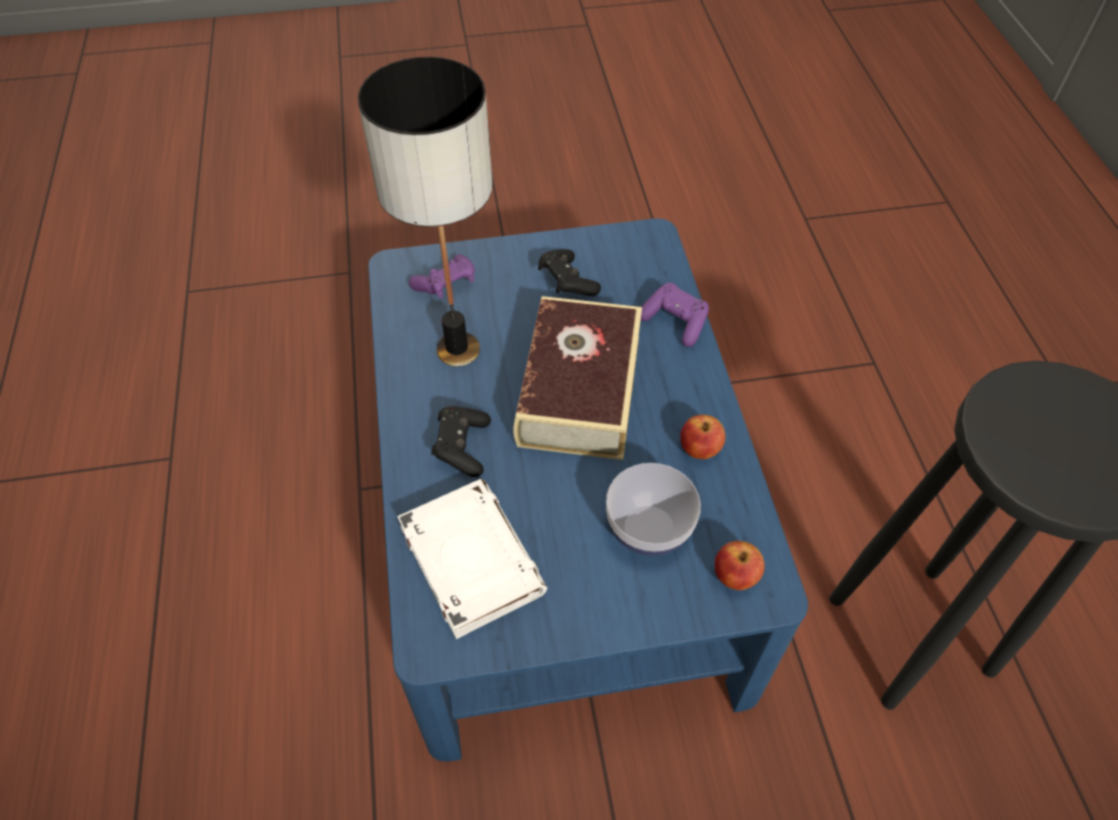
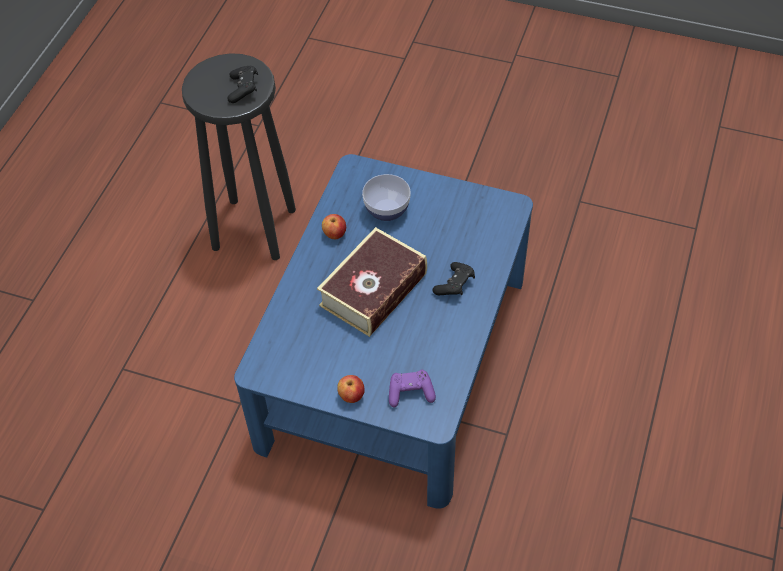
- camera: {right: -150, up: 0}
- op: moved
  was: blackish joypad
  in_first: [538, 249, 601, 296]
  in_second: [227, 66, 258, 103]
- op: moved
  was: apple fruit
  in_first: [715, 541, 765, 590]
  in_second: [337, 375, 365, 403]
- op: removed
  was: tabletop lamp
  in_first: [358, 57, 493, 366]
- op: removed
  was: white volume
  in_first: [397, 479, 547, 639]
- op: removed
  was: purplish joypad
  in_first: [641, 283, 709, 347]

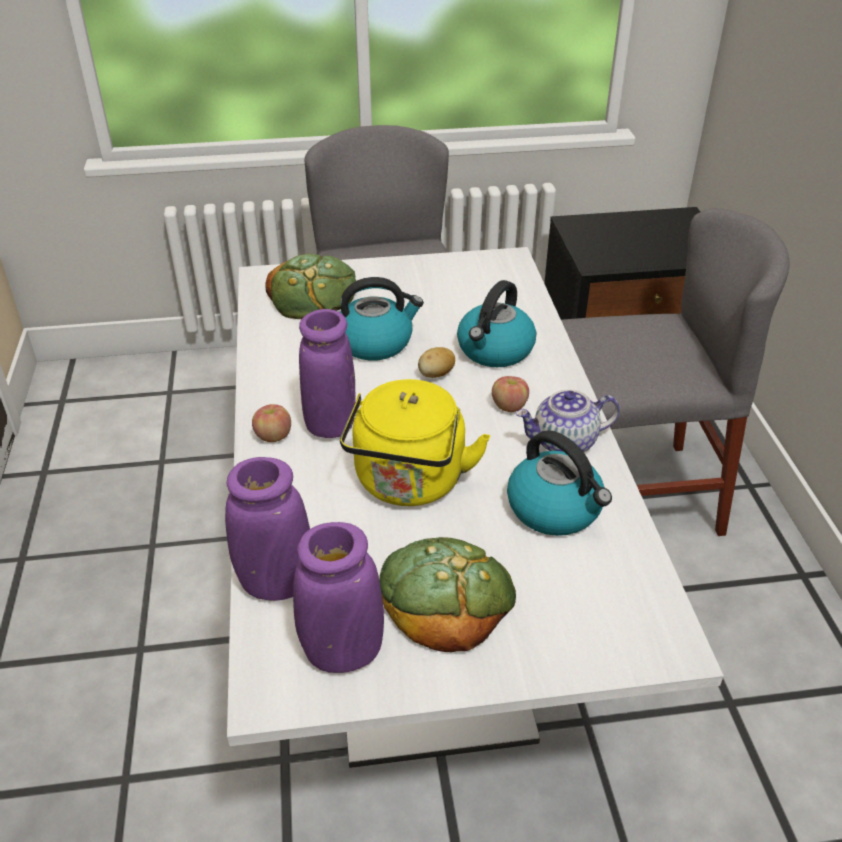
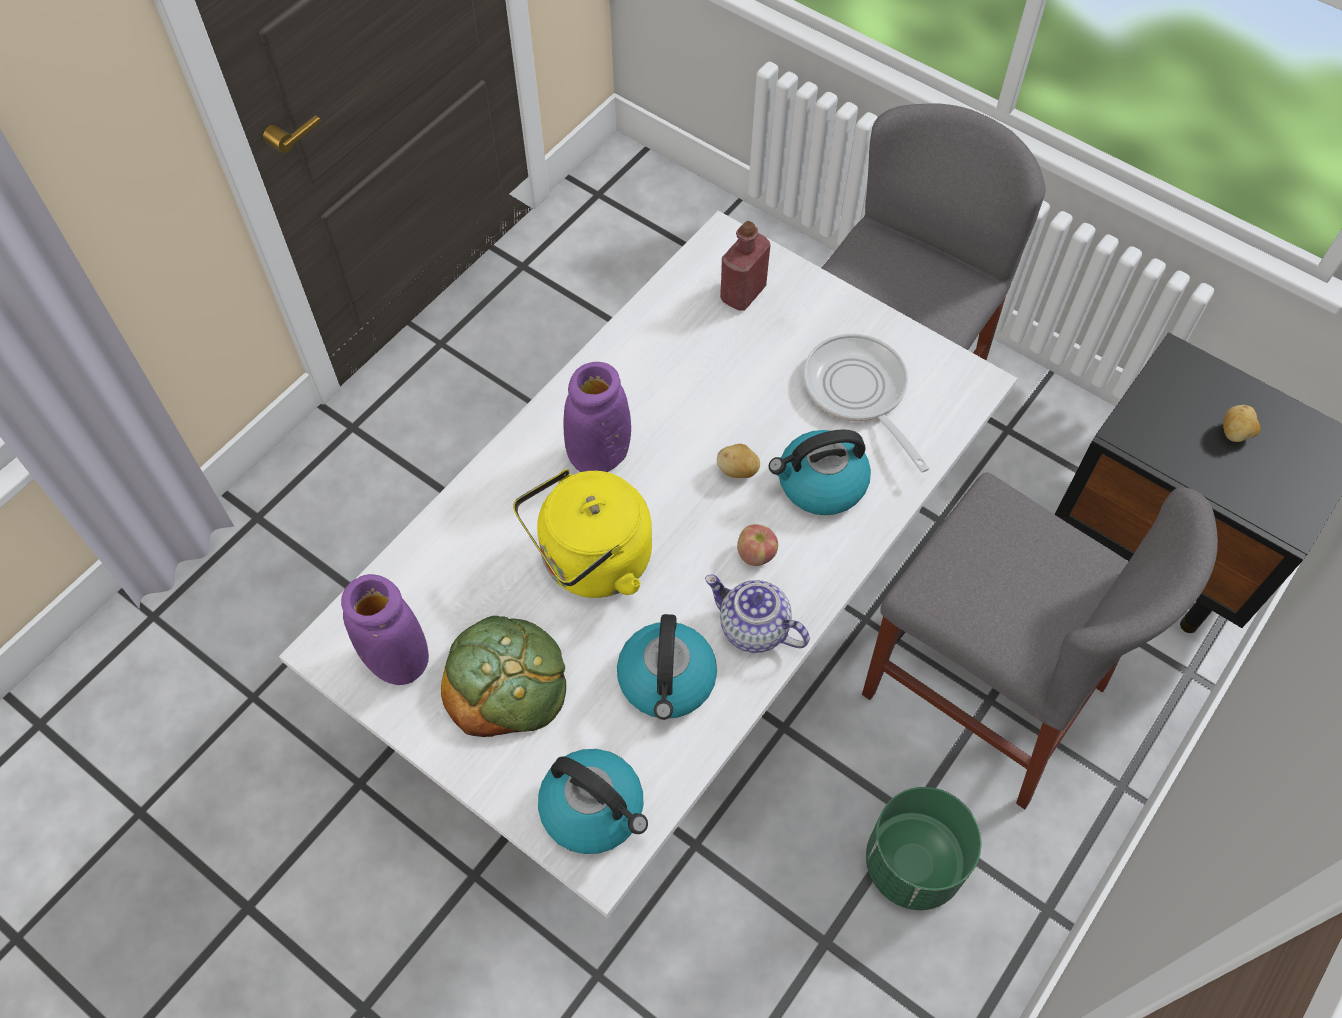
- camera: {right: 45, up: 20}
- op: moved
  was: kettle
  in_first: [340, 277, 424, 361]
  in_second: [538, 749, 648, 854]
- op: replaced
  was: bread
  now: reddish drink bottle
  in_first: [265, 254, 356, 319]
  in_second: [720, 221, 771, 310]
- op: added
  now: frying pan
  in_second: [803, 334, 929, 472]
- op: added
  now: green-coloured planter
  in_second: [866, 787, 981, 910]
- op: added
  now: potato
  in_second: [1223, 405, 1260, 442]
- op: removed
  was: purplish decorative vase
  in_first: [225, 457, 310, 601]
- op: removed
  was: apple fruit
  in_first: [252, 404, 291, 442]

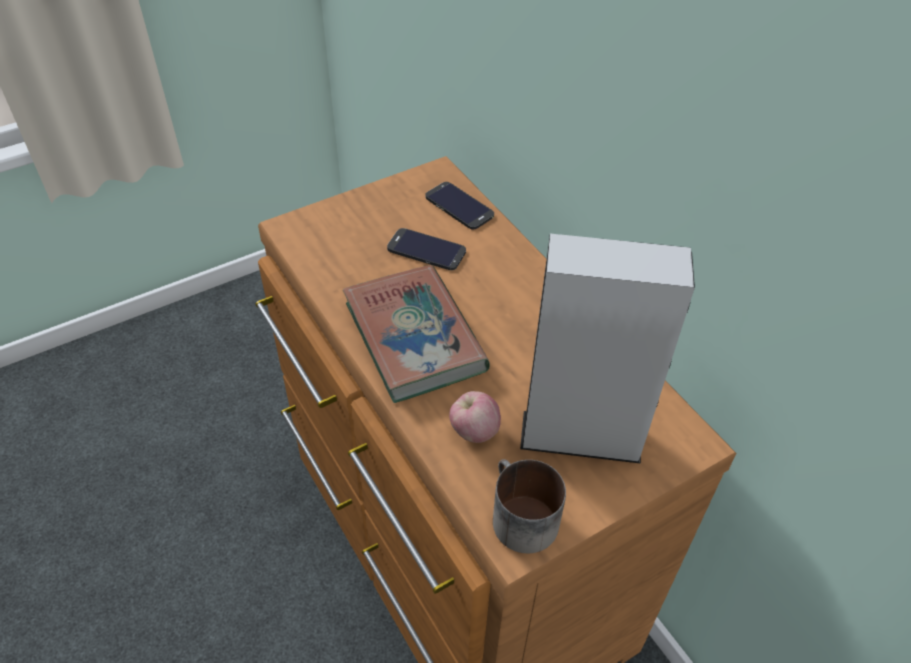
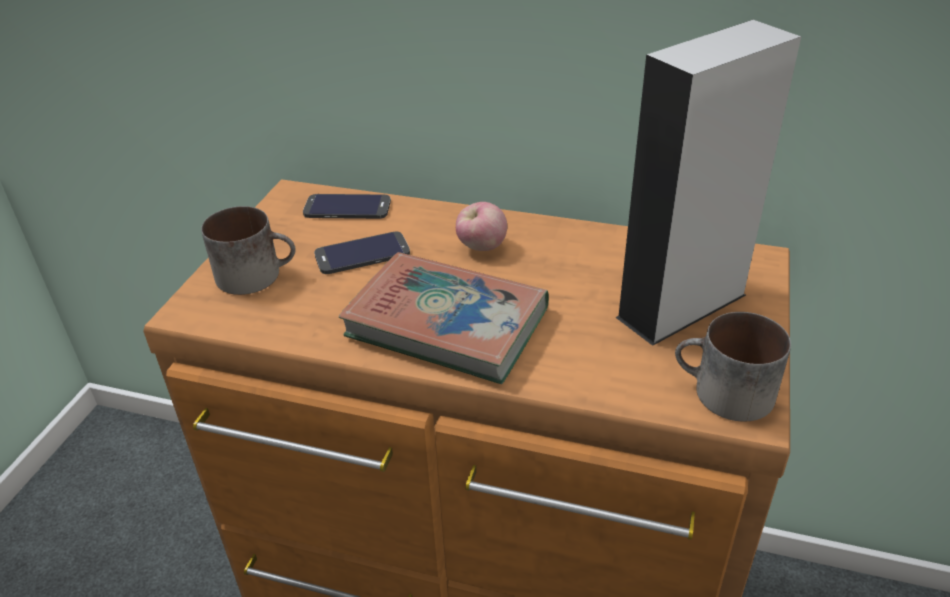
- camera: {right: -40, up: -10}
- op: added
  now: coffee mug
  in_second: [201, 206, 296, 295]
- op: moved
  was: apple fruit
  in_first: [449, 391, 501, 443]
  in_second: [456, 202, 507, 251]

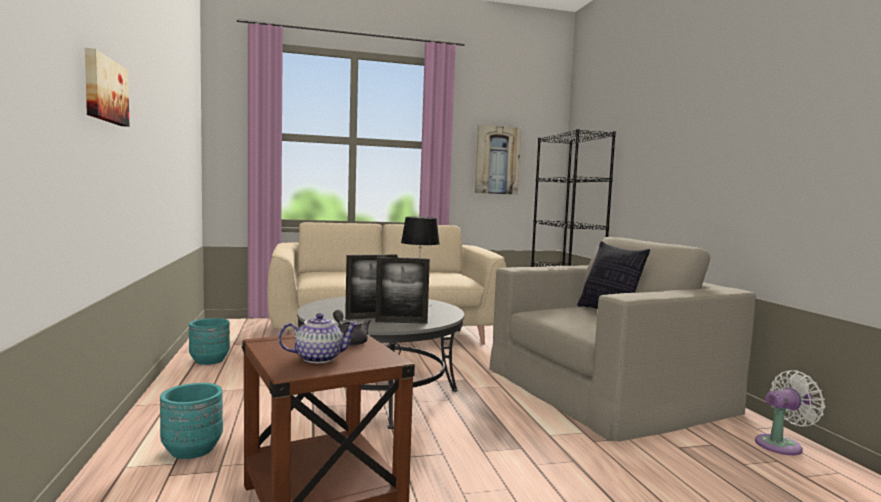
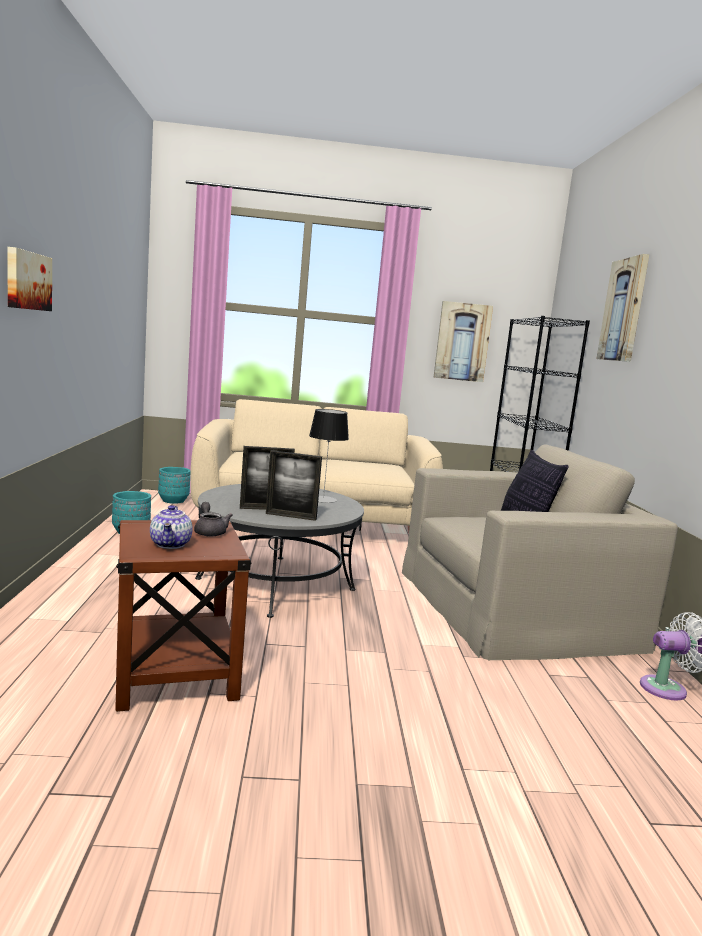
- camera: {right: 10, up: 5}
- op: turned
  was: pot for tea
  in_first: [278, 313, 359, 363]
  in_second: [150, 505, 193, 549]
  clockwise: 90
- op: moved
  was: turquoise planter
  in_first: [160, 383, 223, 459]
  in_second: [158, 467, 191, 504]
- op: added
  now: picture
  in_second: [596, 254, 649, 362]

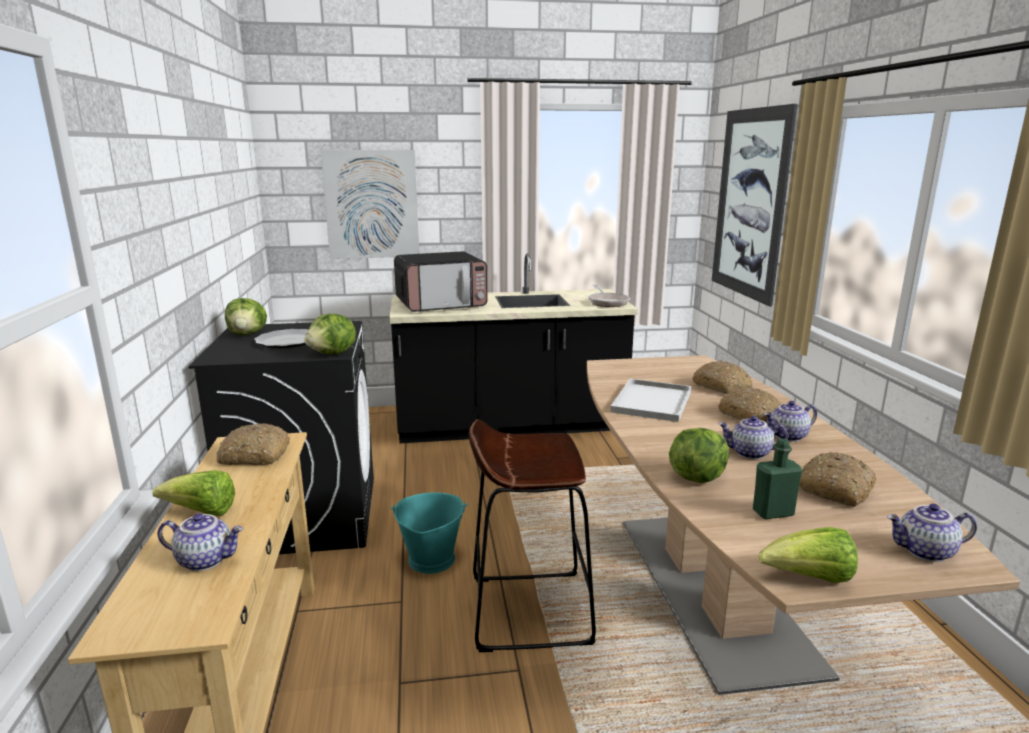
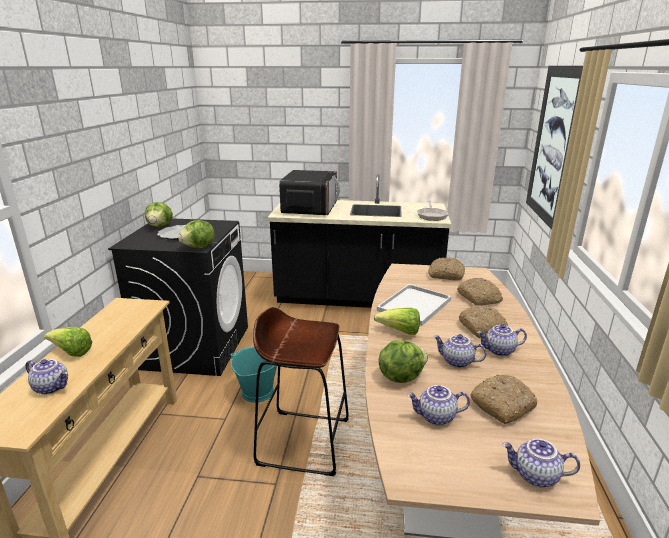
- camera: {right: 15, up: 5}
- op: turned
  was: microwave oven
  in_first: [394, 251, 488, 312]
  in_second: [279, 170, 340, 215]
  clockwise: -75
- op: moved
  was: lettuce
  in_first: [759, 527, 858, 583]
  in_second: [374, 308, 420, 335]
- op: replaced
  was: green-coloured drink bottle
  now: pot for tea
  in_first: [753, 438, 802, 519]
  in_second: [407, 385, 470, 426]
- op: moved
  was: bread
  in_first: [216, 423, 290, 465]
  in_second: [428, 257, 465, 281]
- op: removed
  was: picture
  in_first: [321, 150, 419, 259]

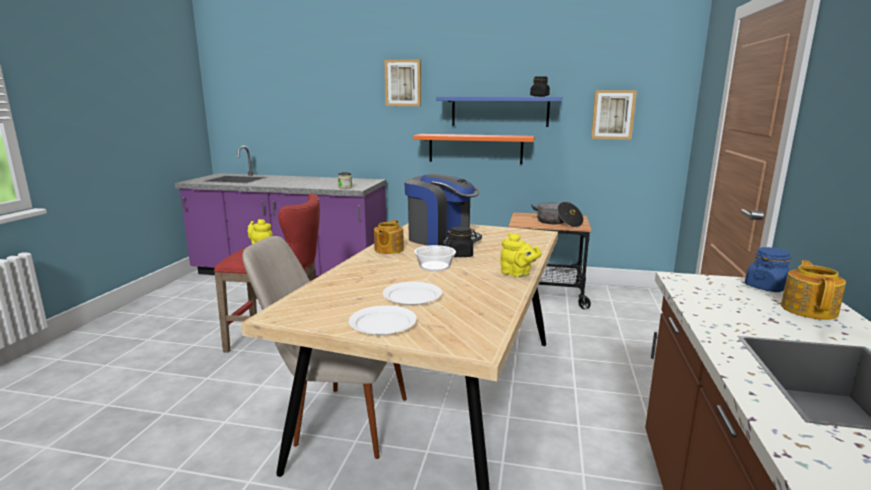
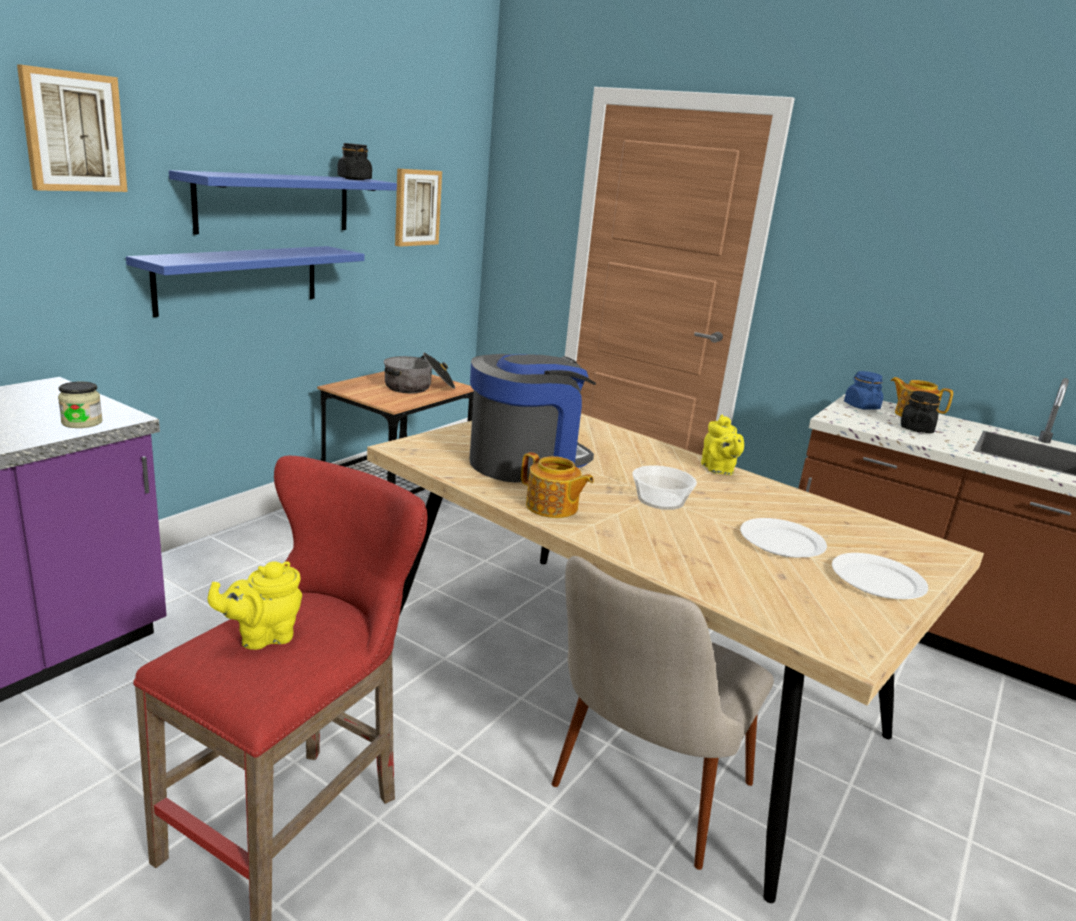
- camera: {right: -70, up: 5}
- op: recoloured
  was: orange wall shelf
  now: blue wall shelf
  in_first: [413, 134, 535, 164]
  in_second: [126, 246, 365, 317]
- op: turned
  was: yellow pot for tea
  in_first: [500, 233, 542, 277]
  in_second: [701, 415, 744, 475]
  clockwise: 105
- op: moved
  was: blackish preserve jar
  in_first: [446, 226, 477, 257]
  in_second: [901, 391, 940, 433]

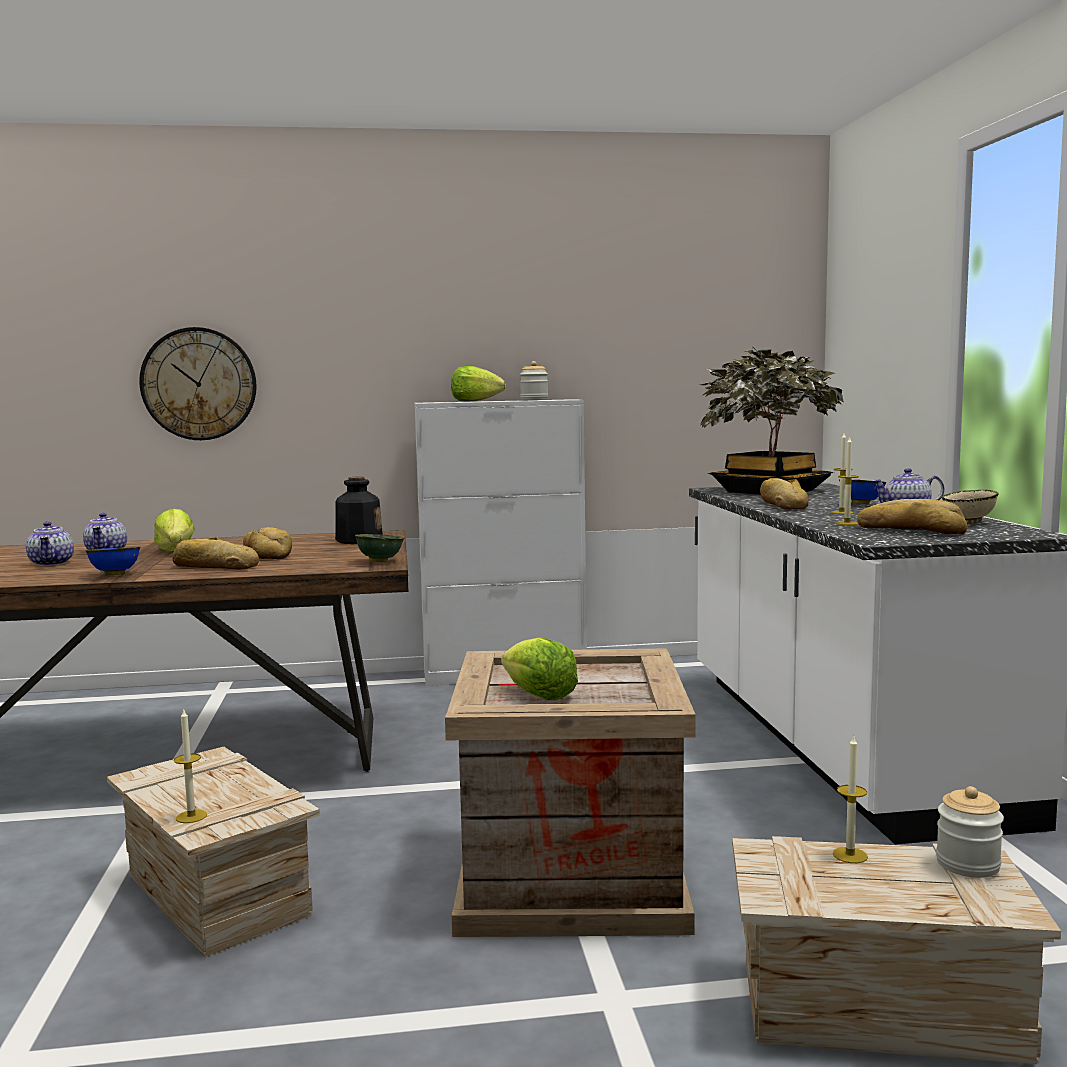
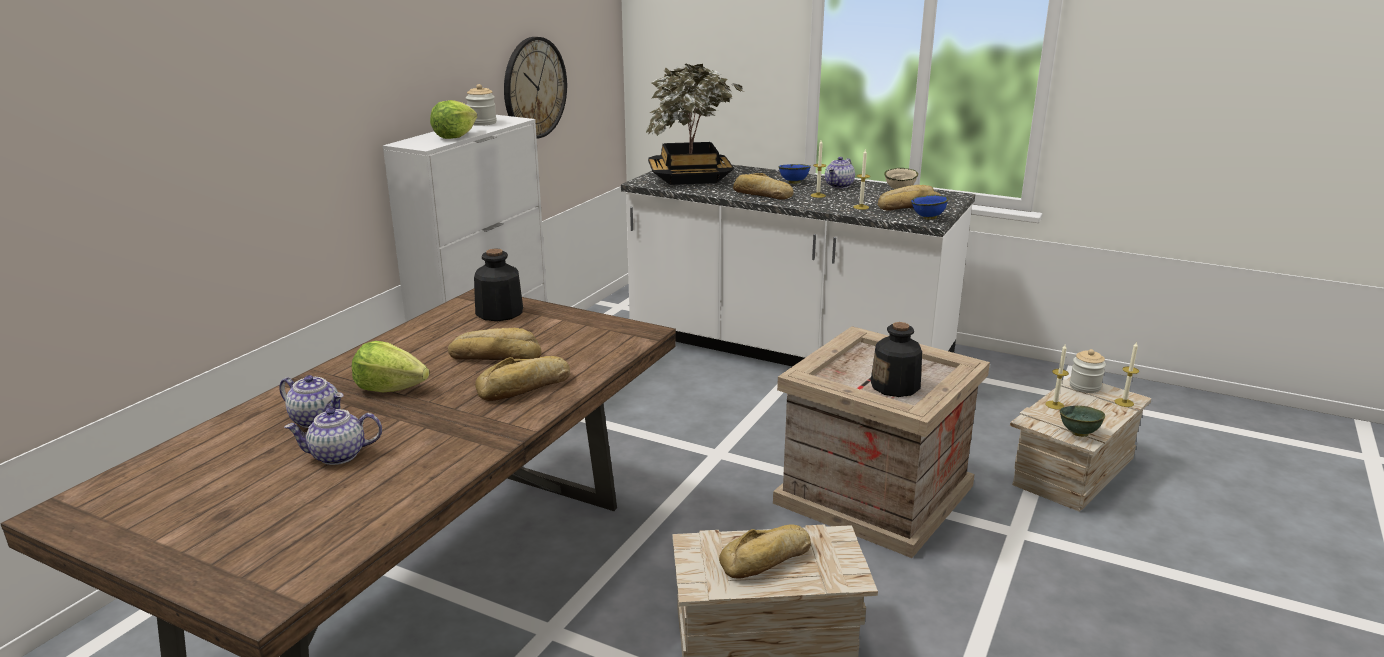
- camera: {right: -55, up: 15}
- op: turned
  was: pot for tea
  in_first: [26, 521, 74, 566]
  in_second: [284, 408, 382, 465]
  clockwise: 150
- op: moved
  was: hanging clock
  in_first: [139, 327, 257, 440]
  in_second: [504, 37, 567, 138]
- op: added
  now: bread
  in_second: [719, 524, 811, 578]
- op: replaced
  was: lettuce
  now: drink bottle
  in_first: [501, 637, 578, 700]
  in_second: [871, 322, 922, 397]
- op: moved
  was: blue serving bowl
  in_first: [85, 547, 141, 575]
  in_second: [911, 195, 948, 220]
- op: moved
  was: green-coloured serving bowl
  in_first: [355, 534, 404, 562]
  in_second: [1060, 406, 1105, 437]
- op: moved
  was: wax light
  in_first: [174, 708, 207, 823]
  in_second: [1114, 341, 1139, 407]

